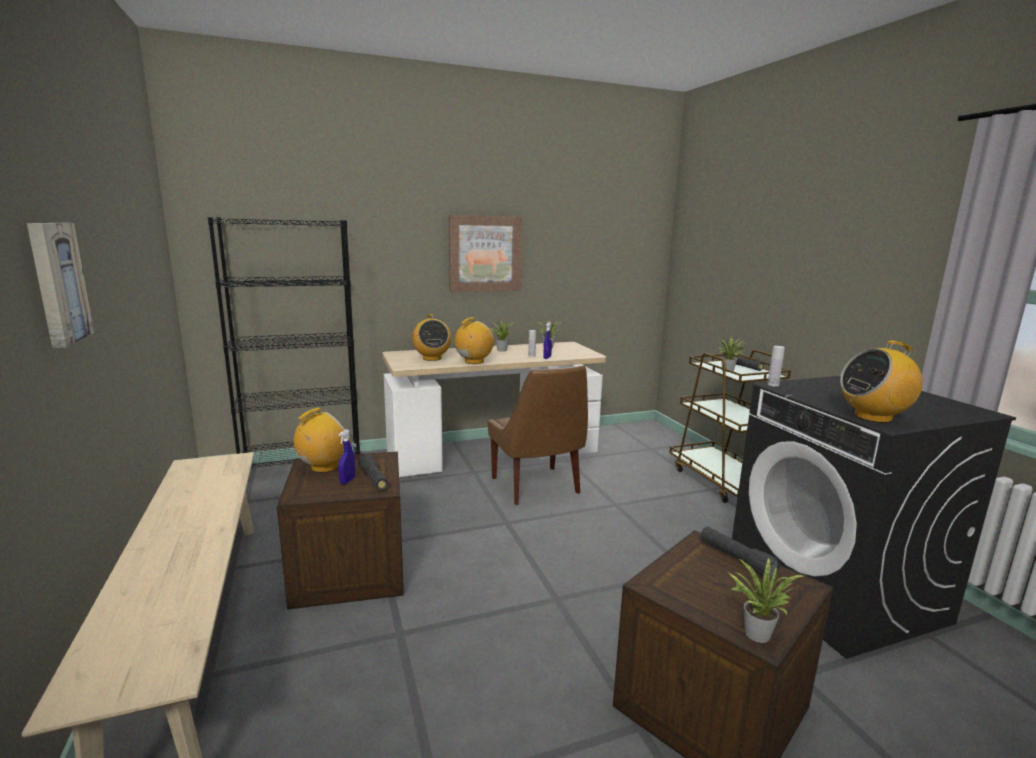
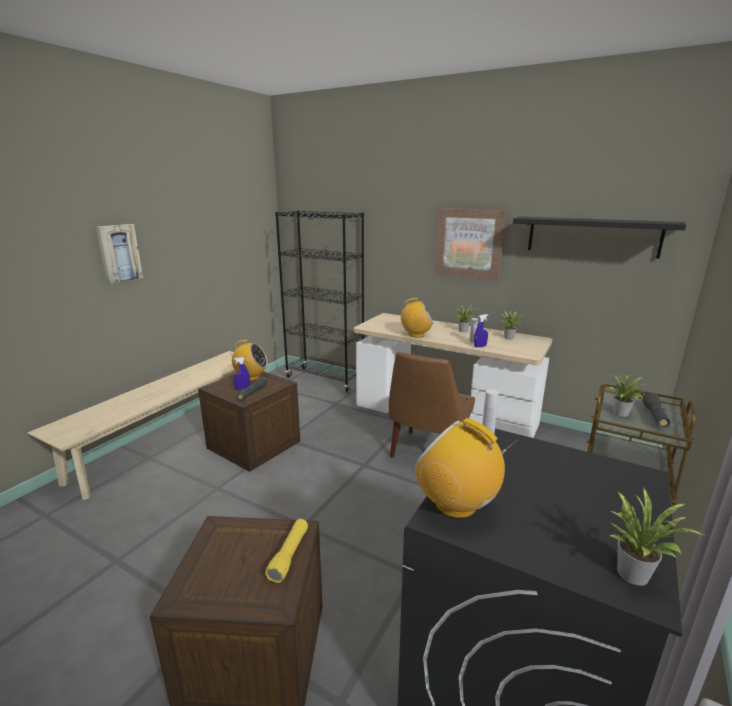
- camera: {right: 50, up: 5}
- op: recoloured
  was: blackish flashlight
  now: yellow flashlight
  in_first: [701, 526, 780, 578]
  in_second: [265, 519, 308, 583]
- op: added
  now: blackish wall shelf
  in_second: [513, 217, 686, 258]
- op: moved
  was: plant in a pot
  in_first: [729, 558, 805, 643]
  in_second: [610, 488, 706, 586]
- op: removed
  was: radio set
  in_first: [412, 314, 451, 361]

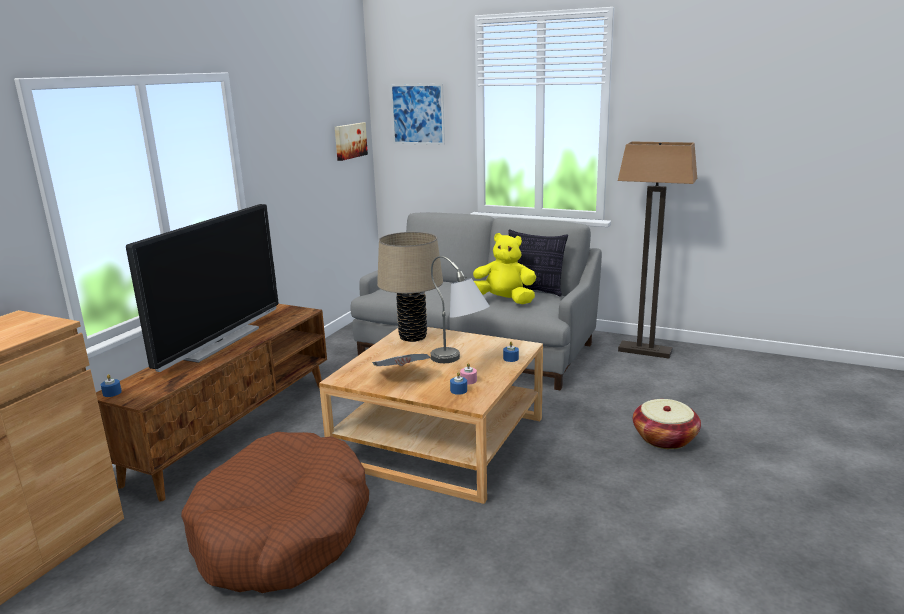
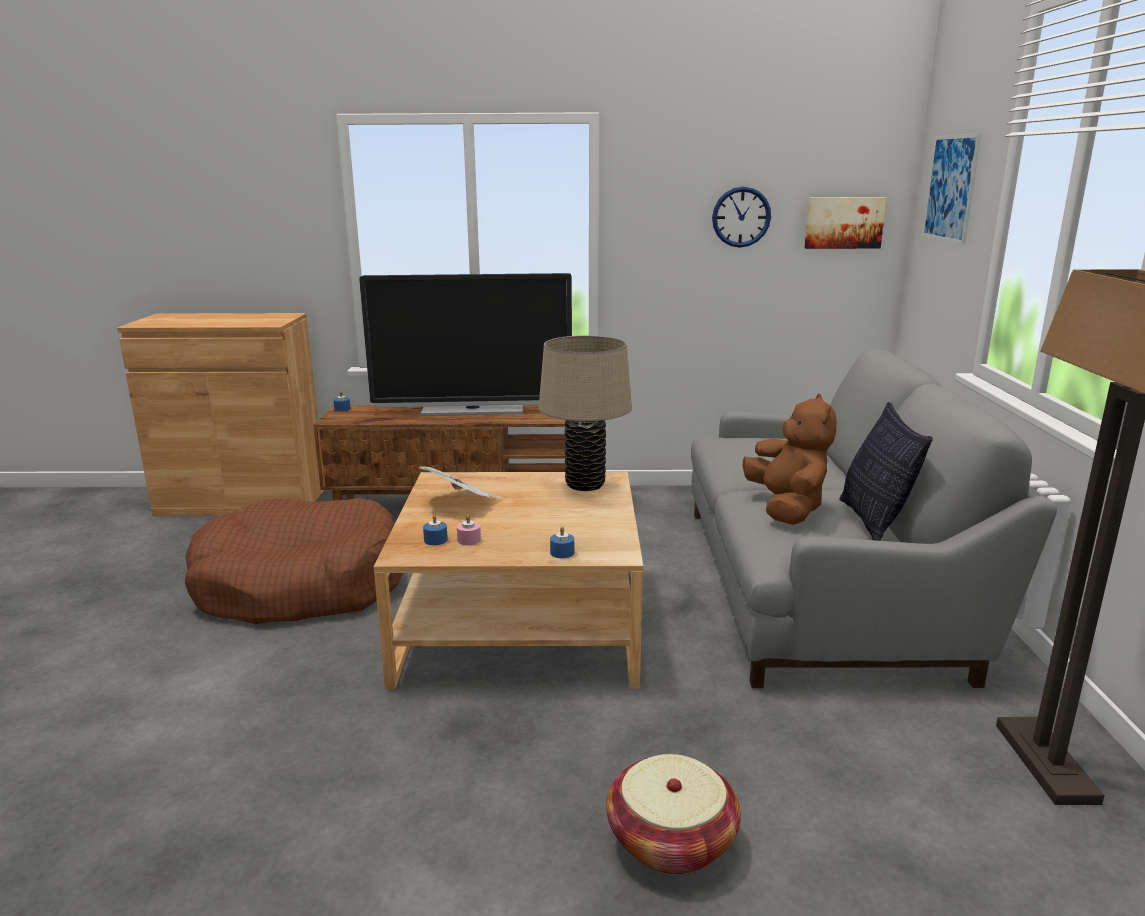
- camera: {right: 65, up: 0}
- op: added
  now: hanging clock
  in_second: [712, 187, 771, 248]
- op: recoloured
  was: yellow plush toy
  now: brownish plush toy
  in_first: [473, 233, 536, 304]
  in_second: [742, 394, 837, 525]
- op: removed
  was: grey tabletop lamp
  in_first: [431, 256, 490, 363]

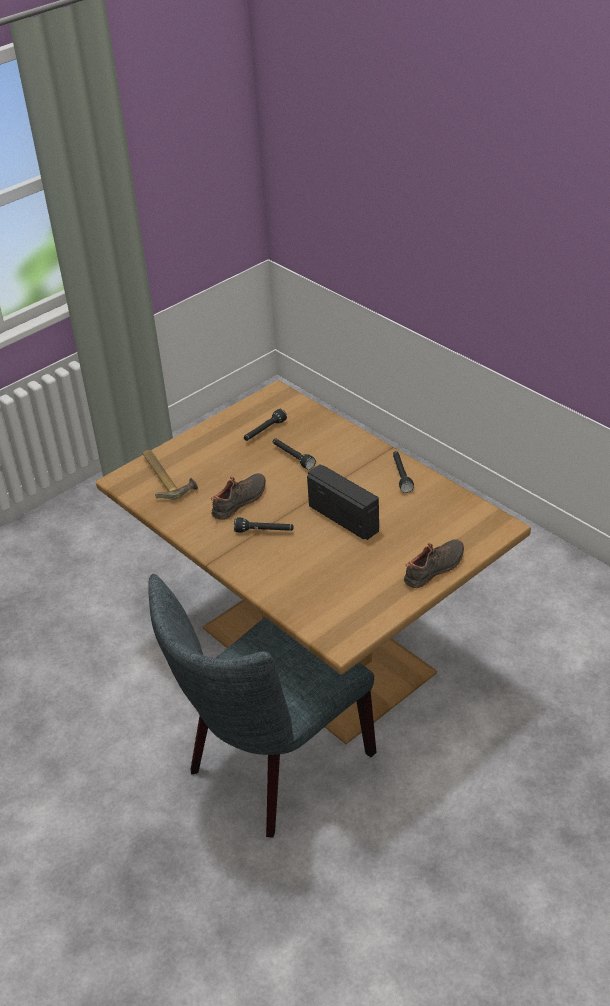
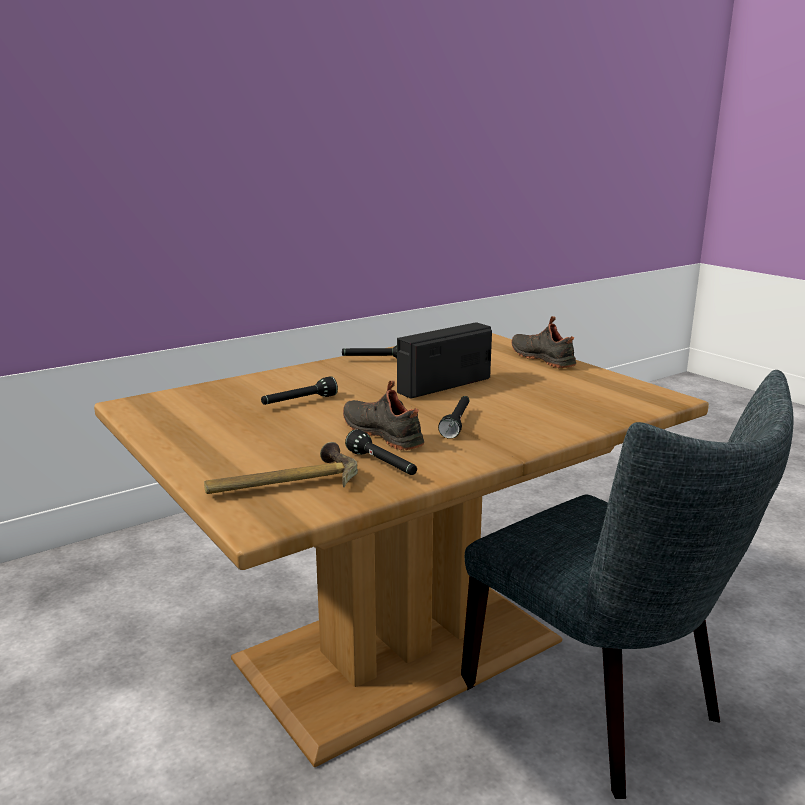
- camera: {right: -85, up: -20}
- op: moved
  was: blackish flashlight
  in_first: [244, 409, 287, 441]
  in_second: [345, 429, 417, 475]

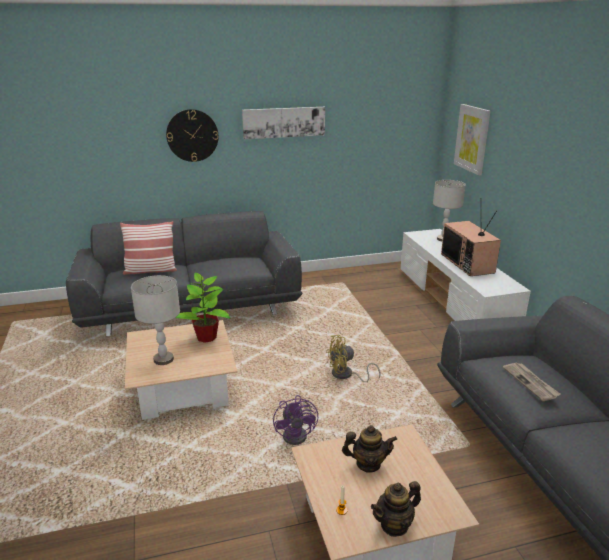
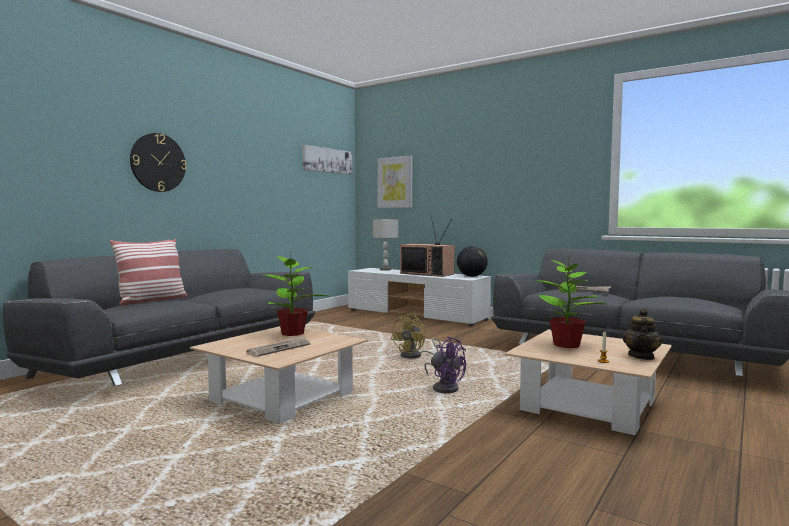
- camera: {right: -40, up: -20}
- op: replaced
  was: grey tabletop lamp
  now: printed paper
  in_first: [131, 275, 180, 365]
  in_second: [246, 336, 310, 357]
- op: moved
  was: picture
  in_first: [242, 107, 325, 139]
  in_second: [302, 145, 352, 175]
- op: added
  now: desk globe
  in_second: [457, 246, 488, 277]
- op: replaced
  was: pot for tea
  now: plant in a pot
  in_first: [342, 425, 397, 473]
  in_second: [537, 260, 606, 348]

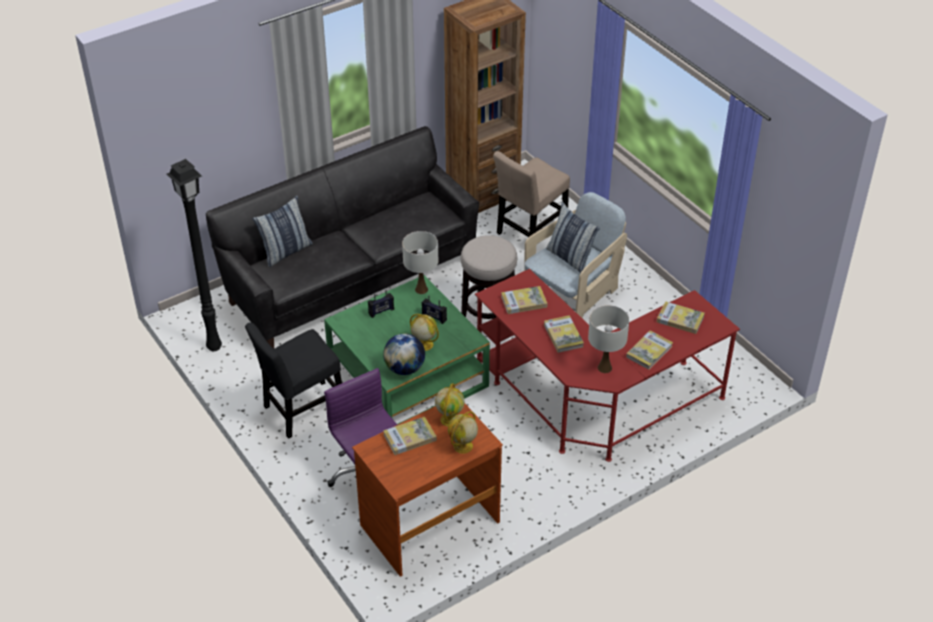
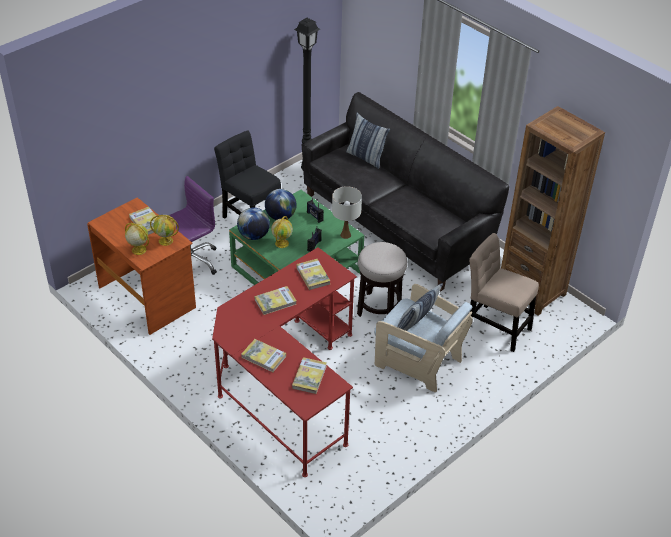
- camera: {right: 80, up: 0}
- op: added
  now: desk globe
  in_second: [265, 189, 297, 220]
- op: removed
  was: white tabletop lamp
  in_first: [588, 305, 629, 373]

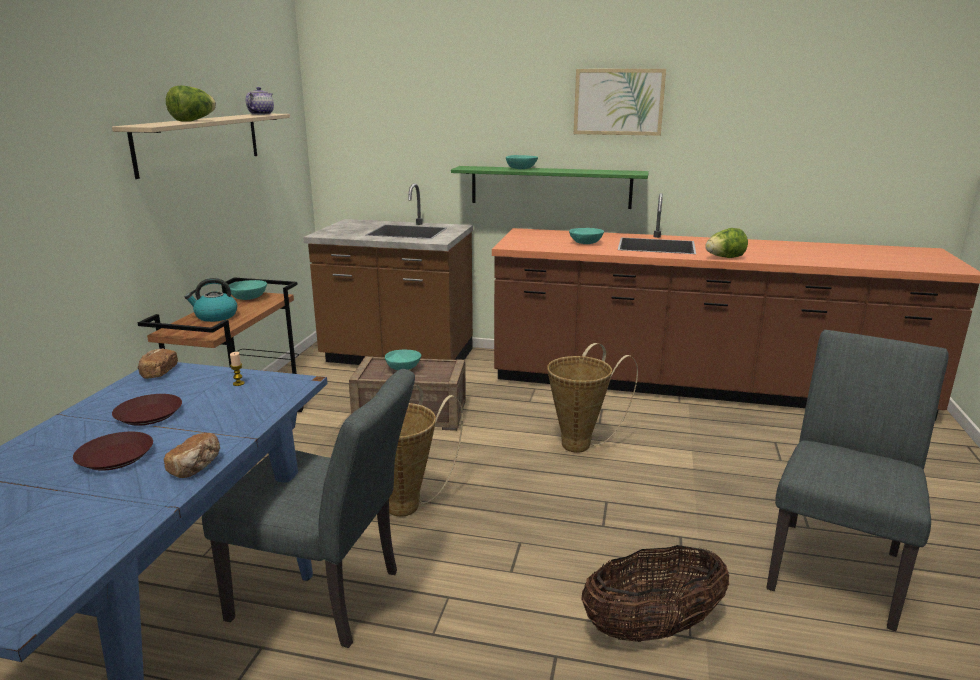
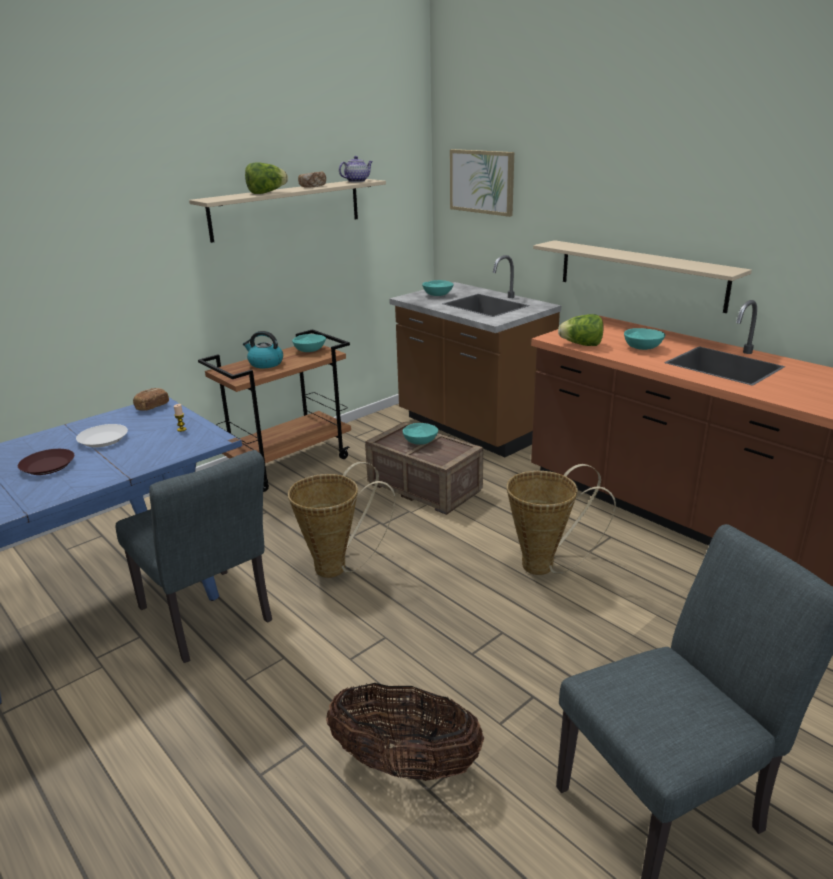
- camera: {right: 35, up: 5}
- op: recoloured
  was: brownish dinner plate
  now: white dinner plate
  in_first: [112, 394, 182, 426]
  in_second: [76, 424, 128, 447]
- op: moved
  was: bread
  in_first: [164, 433, 220, 478]
  in_second: [298, 171, 326, 188]
- op: moved
  was: turquoise serving bowl
  in_first: [506, 155, 538, 169]
  in_second: [422, 280, 453, 296]
- op: moved
  was: picture
  in_first: [574, 69, 666, 136]
  in_second: [450, 149, 514, 217]
- op: recoloured
  was: green-coloured wall shelf
  now: beige-coloured wall shelf
  in_first: [451, 166, 649, 209]
  in_second: [533, 240, 752, 313]
- op: moved
  was: lettuce
  in_first: [705, 228, 748, 258]
  in_second: [558, 314, 603, 346]

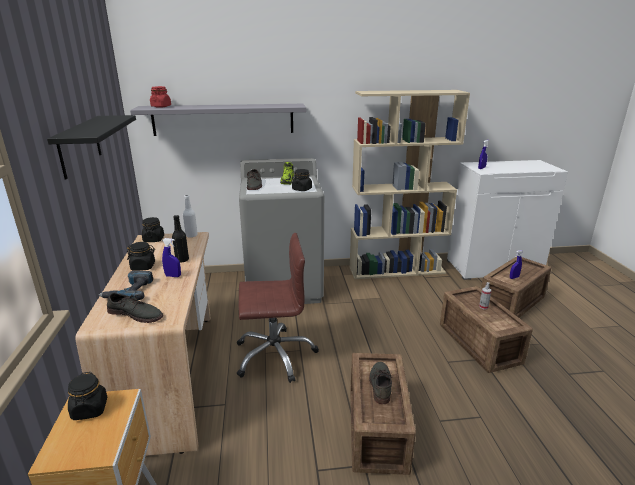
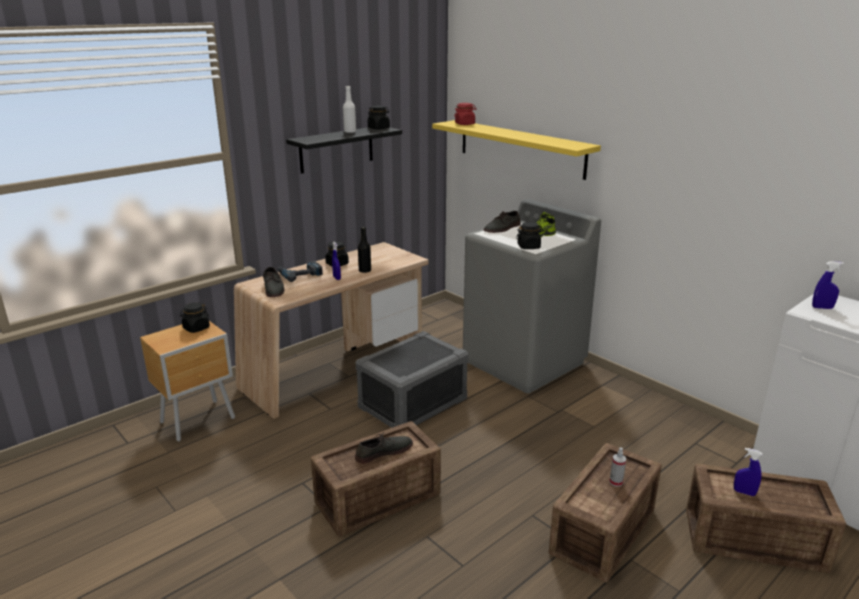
- camera: {right: 55, up: 0}
- op: moved
  was: white drink bottle
  in_first: [183, 195, 198, 237]
  in_second: [343, 86, 356, 133]
- op: replaced
  was: brownish office chair
  now: grey storage box
  in_first: [237, 233, 319, 383]
  in_second: [356, 331, 468, 428]
- op: moved
  was: blackish preserve jar
  in_first: [142, 217, 164, 242]
  in_second: [368, 106, 390, 130]
- op: recoloured
  was: grey wall shelf
  now: yellow wall shelf
  in_first: [130, 104, 306, 136]
  in_second: [432, 120, 601, 180]
- op: removed
  was: beige-coloured bookcase
  in_first: [350, 90, 470, 279]

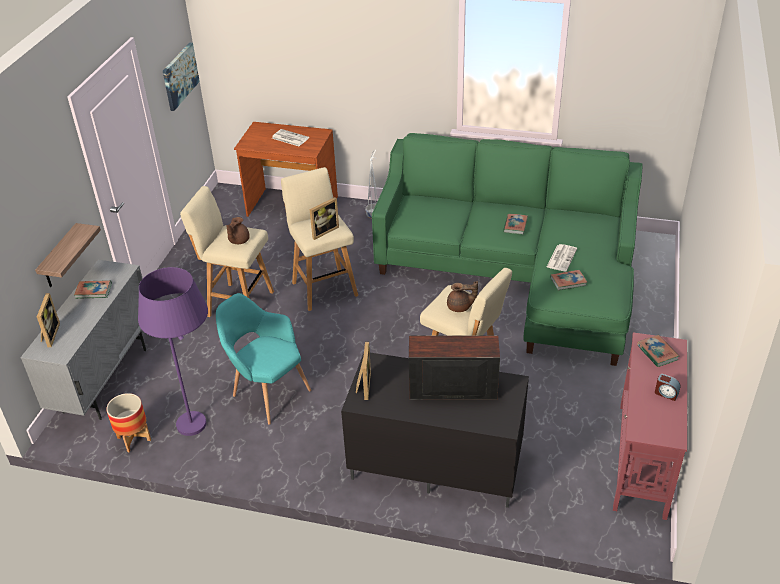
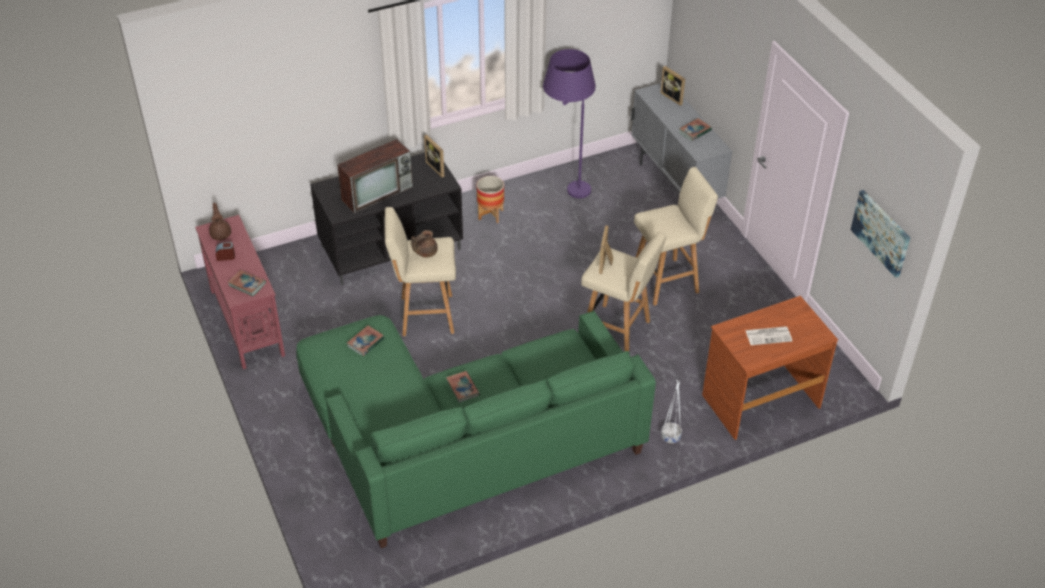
- camera: {right: 140, up: 5}
- op: moved
  was: brownish pot for tea
  in_first: [226, 217, 250, 244]
  in_second: [209, 203, 231, 240]
- op: moved
  was: planter
  in_first: [106, 393, 151, 452]
  in_second: [477, 176, 504, 223]
- op: removed
  was: wall shelf
  in_first: [35, 223, 101, 287]
- op: removed
  was: turquoise easy chair
  in_first: [216, 293, 311, 425]
- op: removed
  was: printed paper
  in_first: [547, 244, 577, 272]

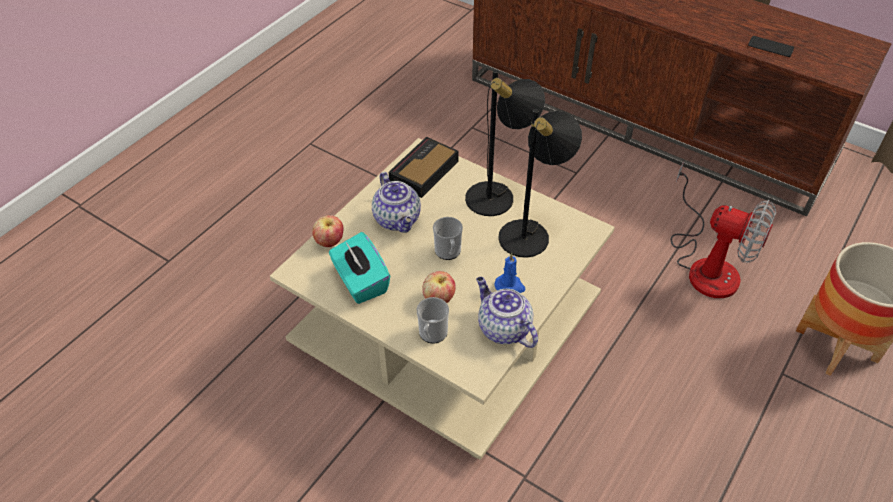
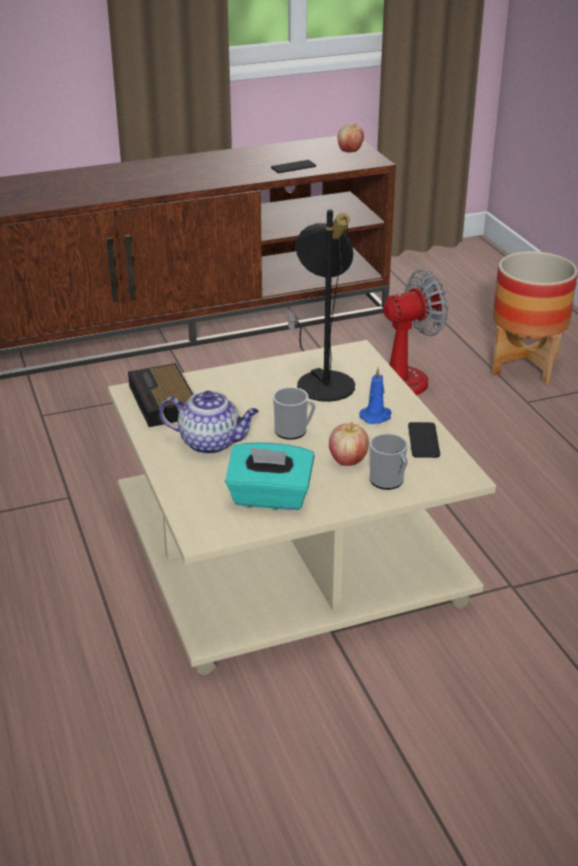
- camera: {right: -55, up: -15}
- op: moved
  was: apple fruit
  in_first: [312, 215, 344, 247]
  in_second: [338, 123, 364, 152]
- op: replaced
  was: pot for tea
  now: phone
  in_first: [476, 277, 538, 348]
  in_second: [408, 422, 440, 458]
- op: removed
  was: blackish tabletop lamp
  in_first: [465, 70, 545, 216]

